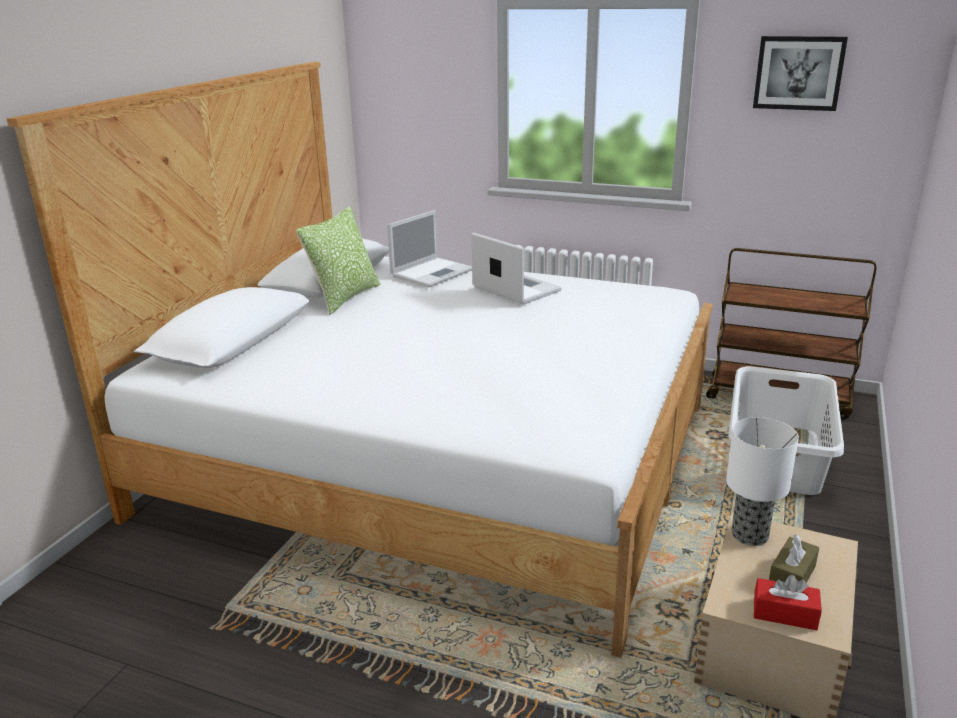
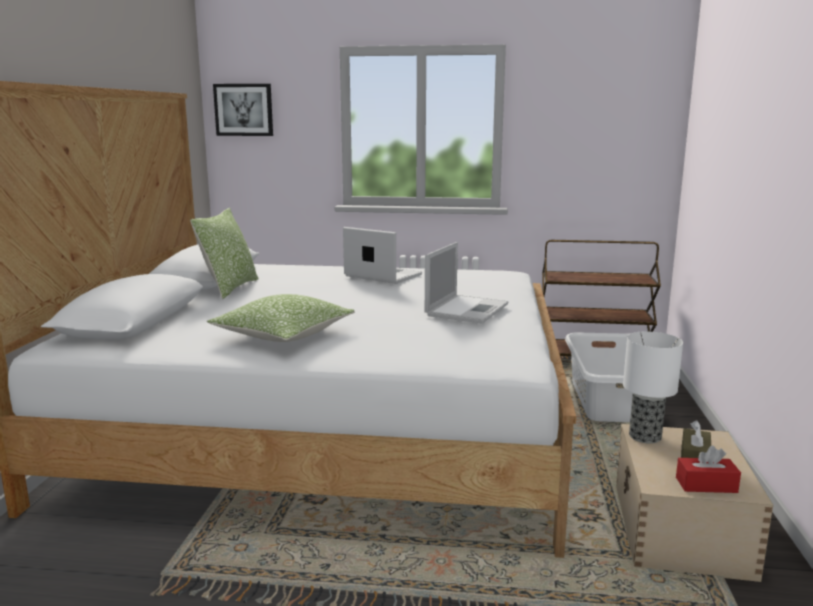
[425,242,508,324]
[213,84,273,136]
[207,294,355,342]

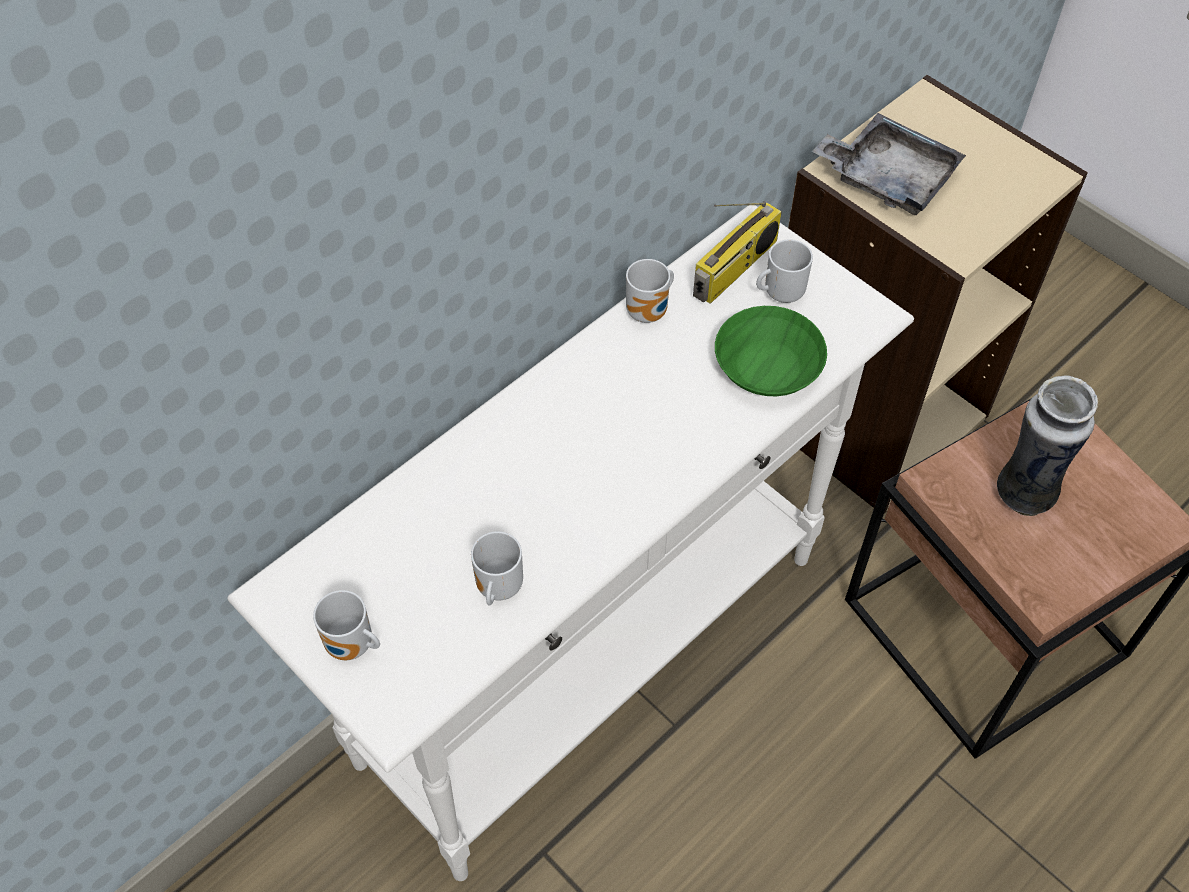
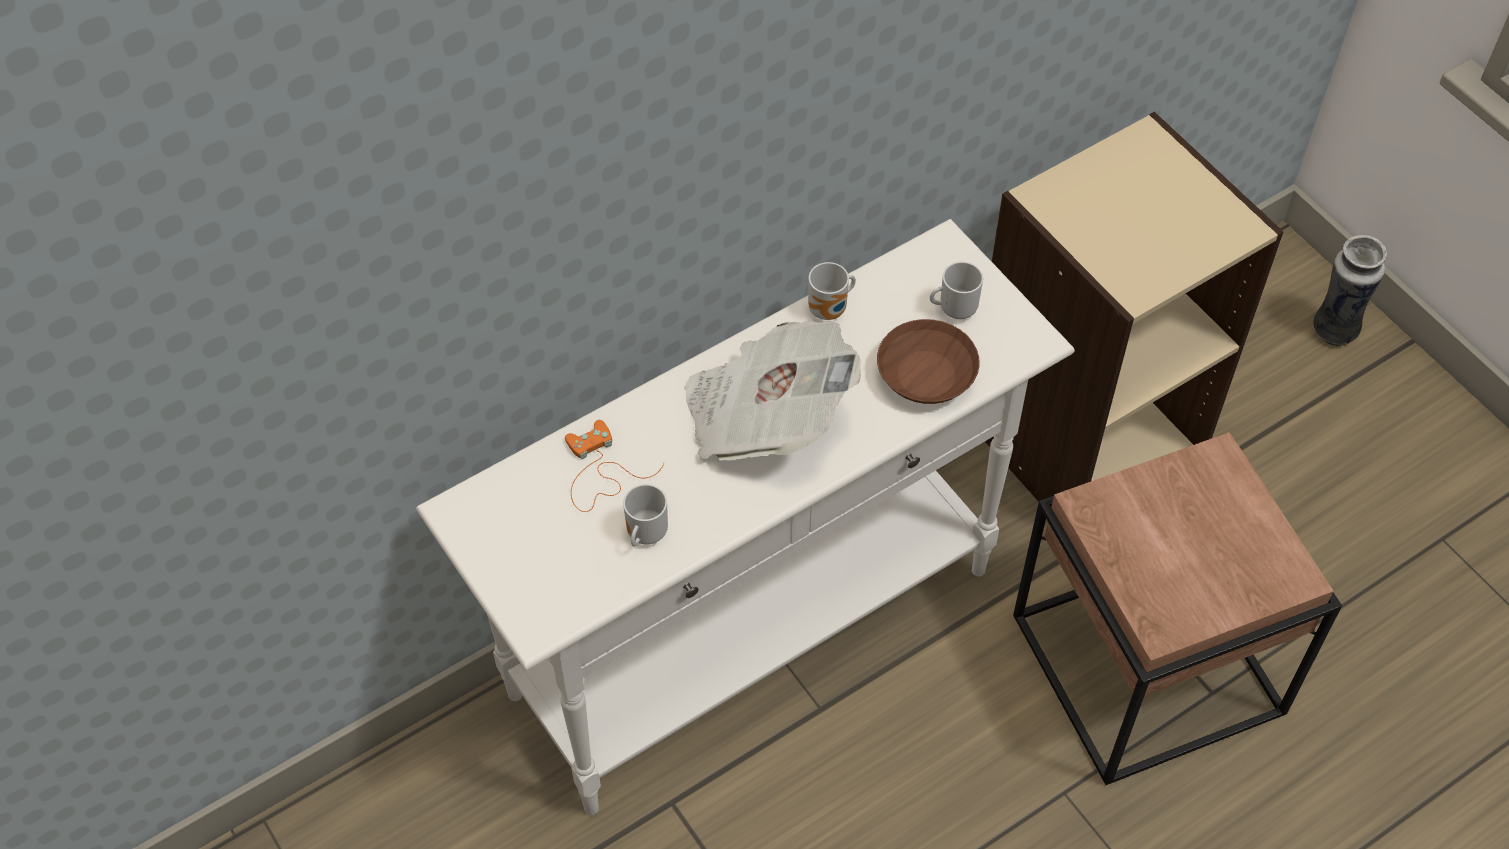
[313,590,380,660] (first image)
[693,201,782,304] (first image)
[877,319,980,404]
[812,113,966,215] (first image)
[1313,235,1387,346]
[565,420,664,512]
[684,321,861,461]

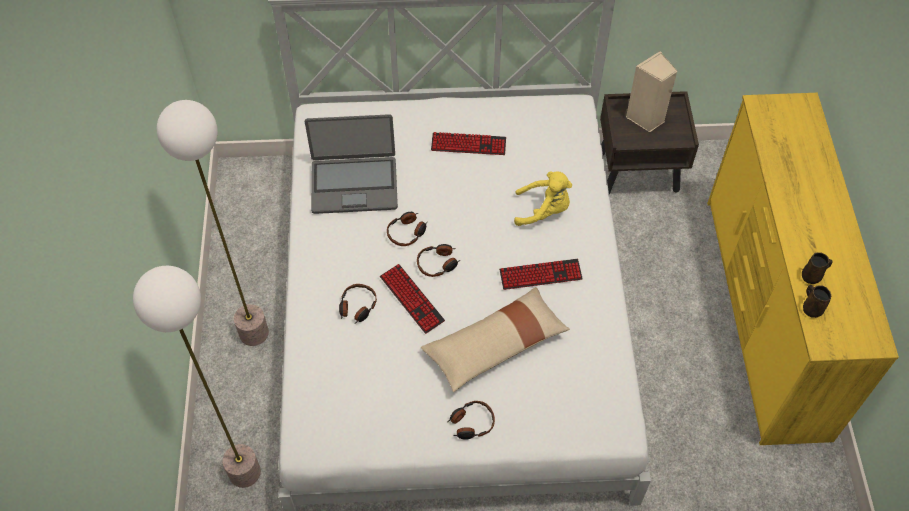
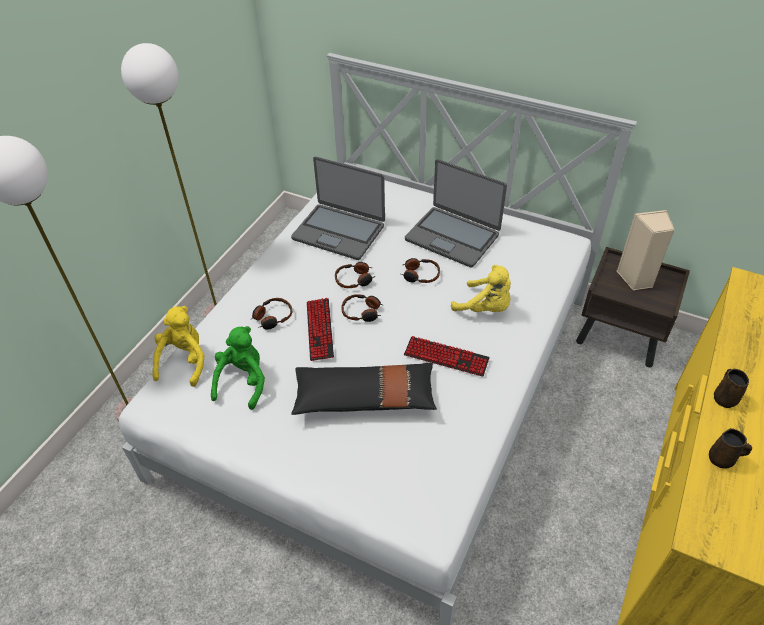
[291,363,437,415]
[405,159,507,268]
[401,258,440,283]
[714,369,749,408]
[153,306,205,387]
[211,326,265,410]

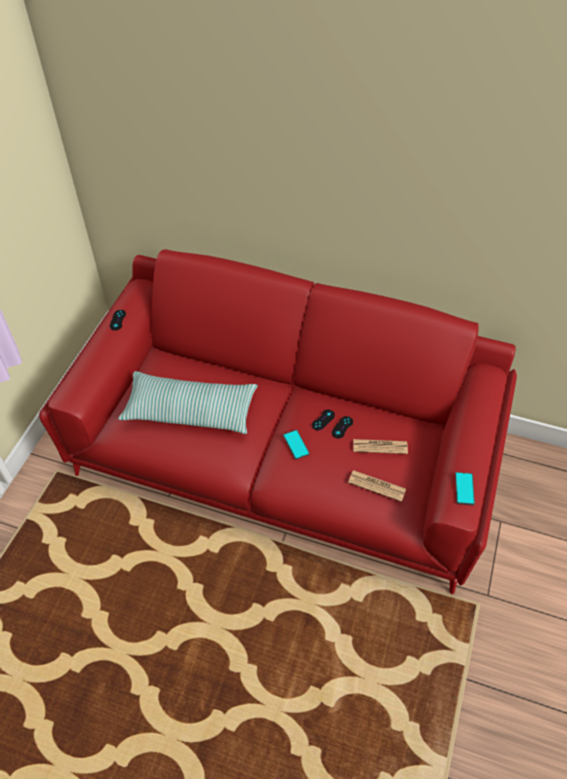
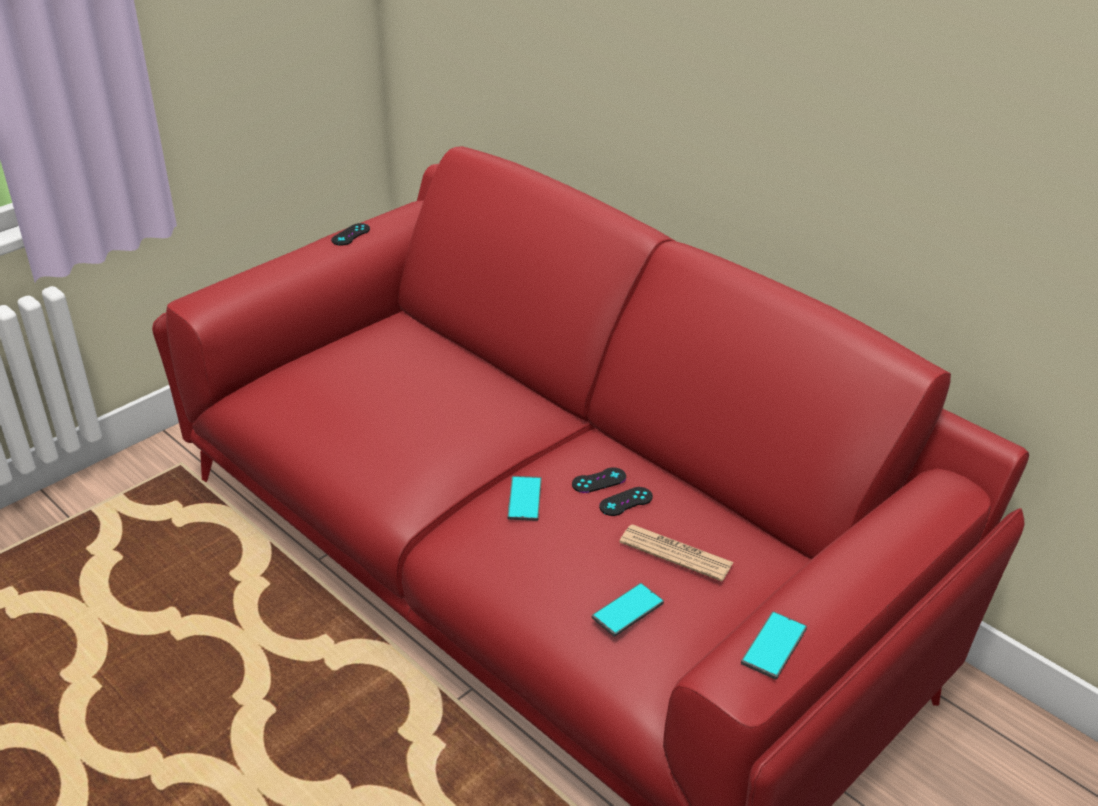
[118,371,258,434] (first image)
[592,583,664,637]

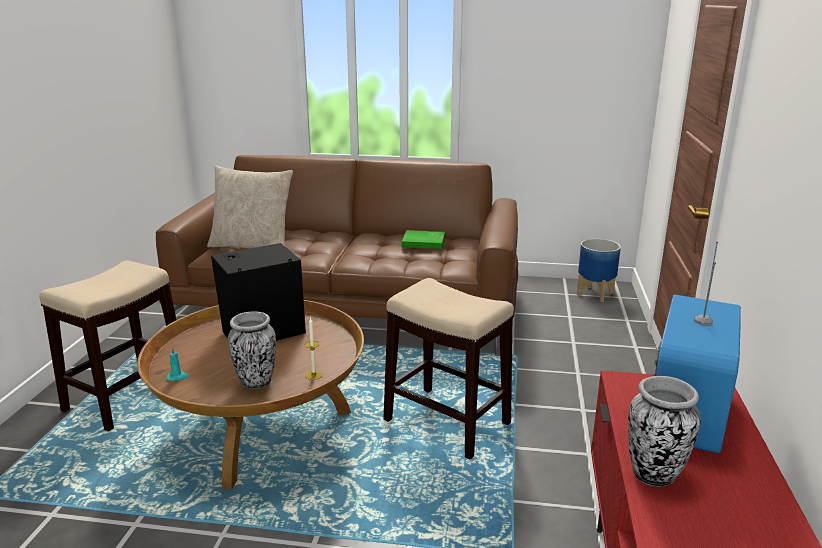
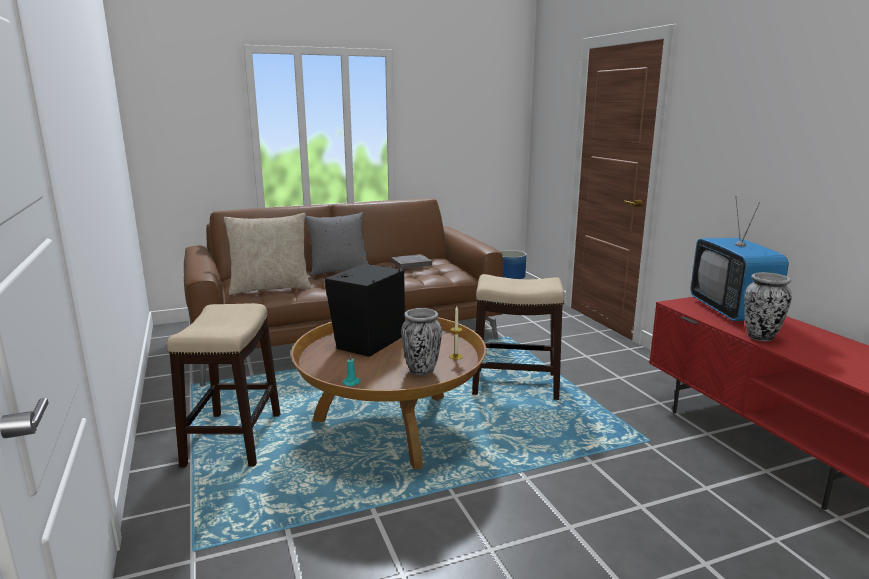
[391,254,432,269]
[305,212,368,276]

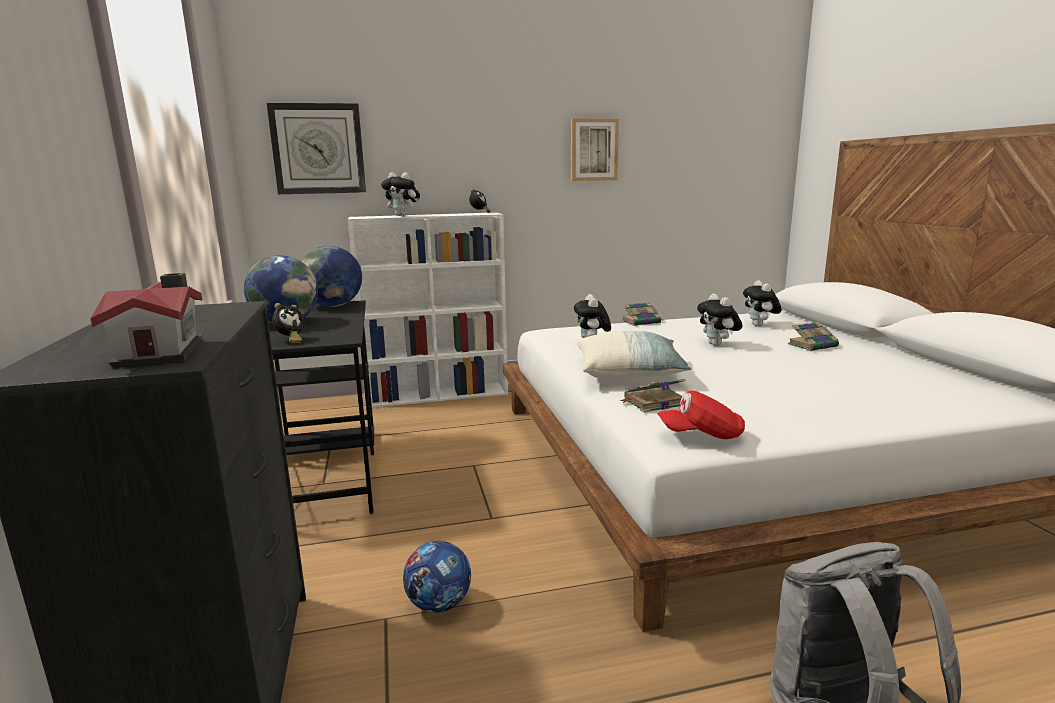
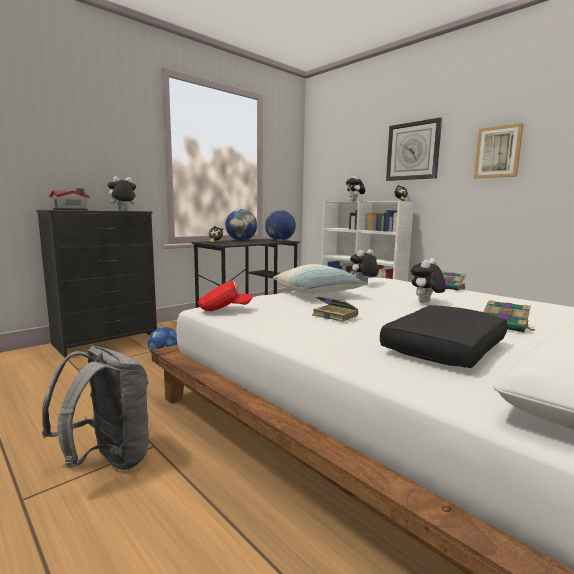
[386,117,442,181]
[312,295,358,322]
[198,281,253,311]
[105,176,137,211]
[380,305,508,368]

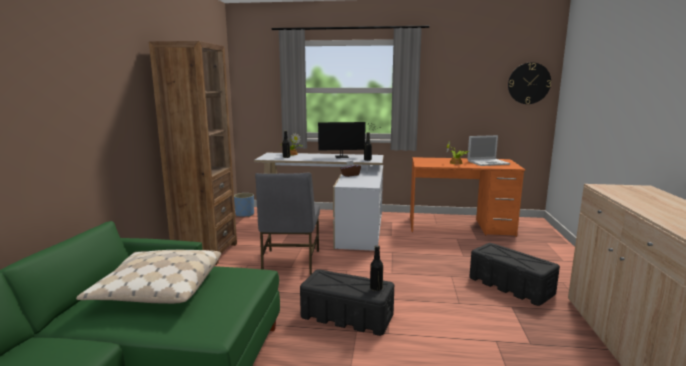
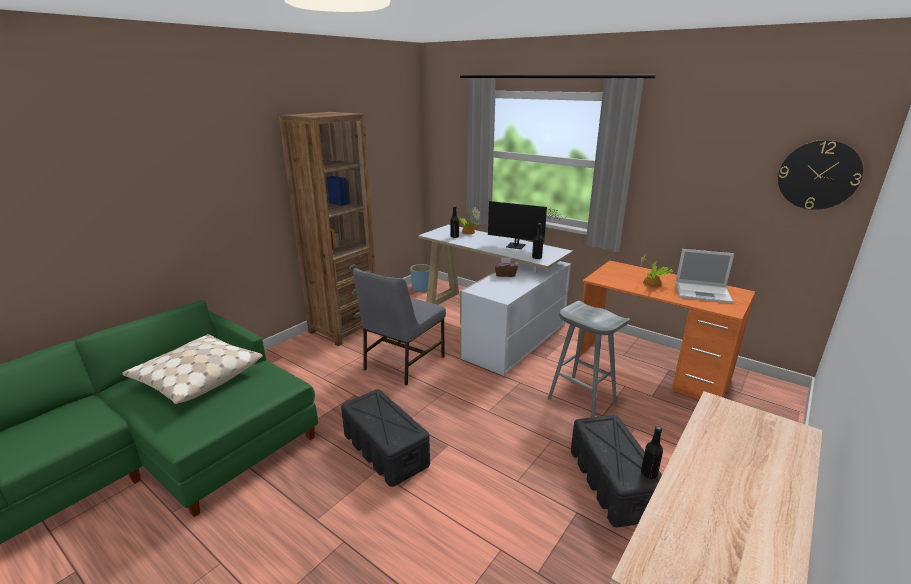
[641,426,663,479]
[548,301,630,418]

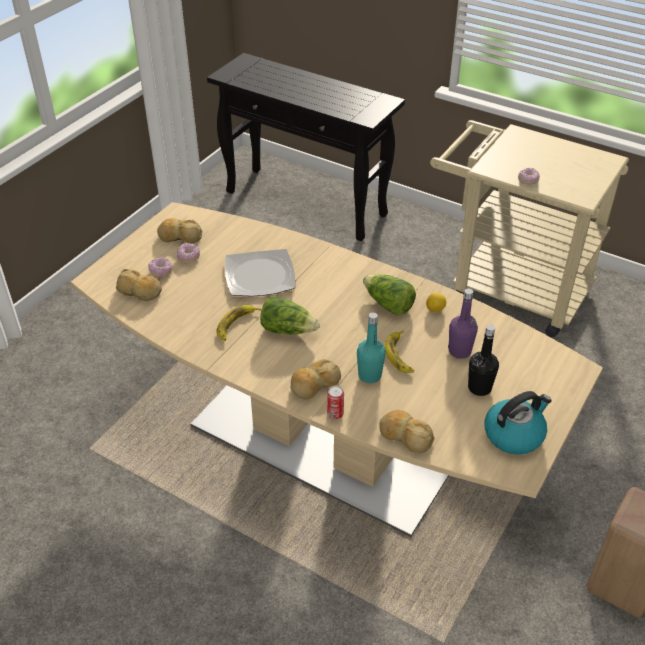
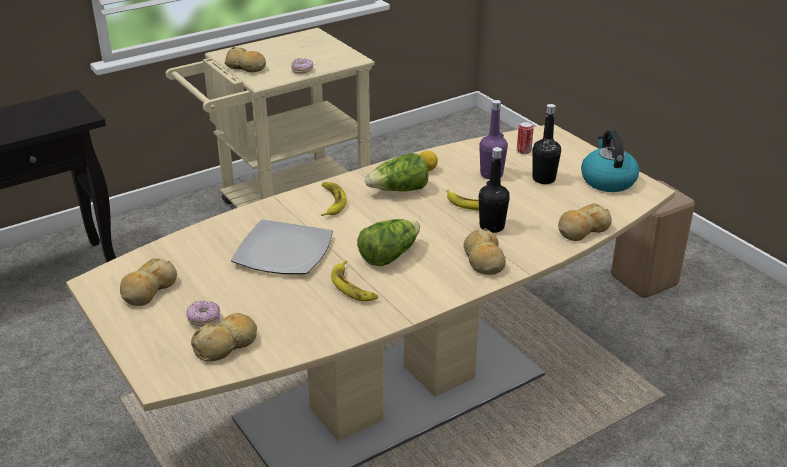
[177,243,200,263] (first image)
[517,121,534,154]
[479,147,510,233]
[224,47,266,72]
[321,182,347,216]

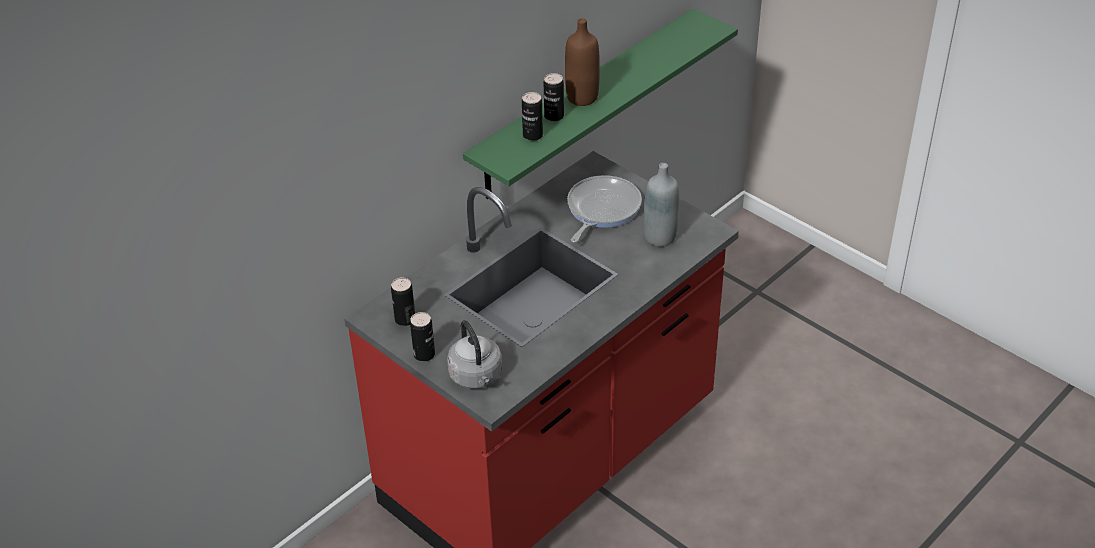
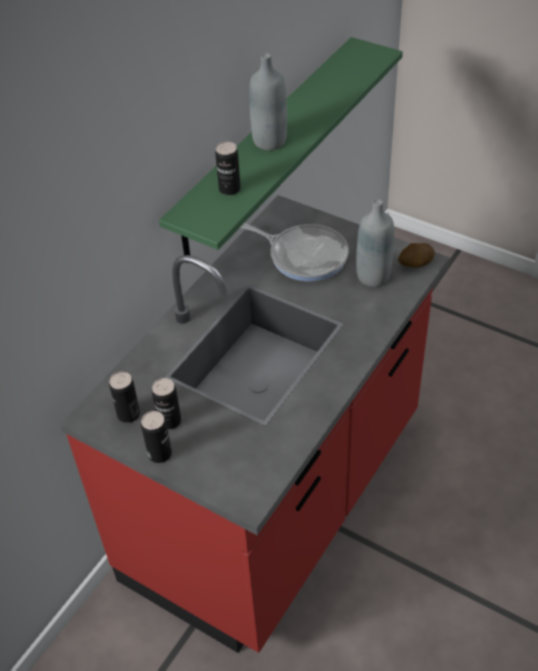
[447,320,502,389] (first image)
[152,378,181,429]
[249,53,287,150]
[241,223,349,281]
[398,243,435,268]

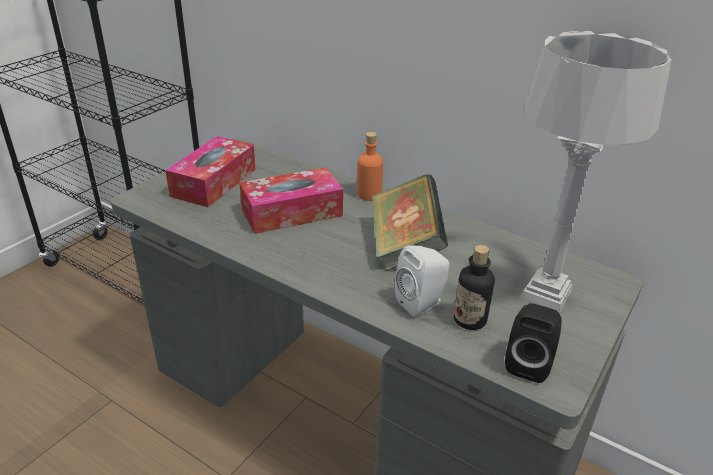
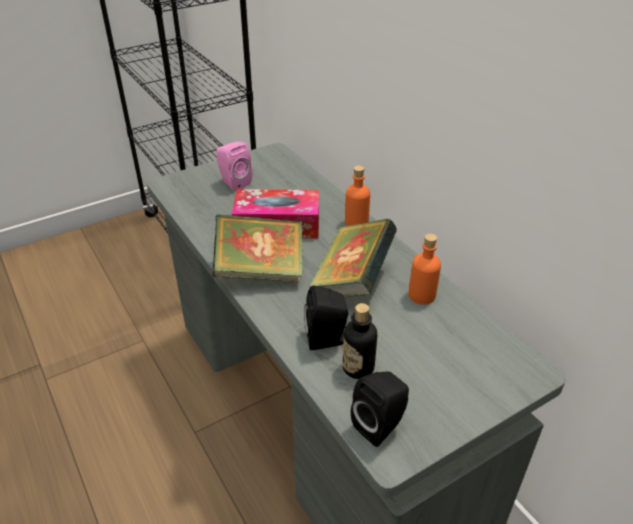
[217,142,253,191]
[304,285,349,350]
[521,31,672,312] (first image)
[212,214,303,282]
[408,234,441,305]

